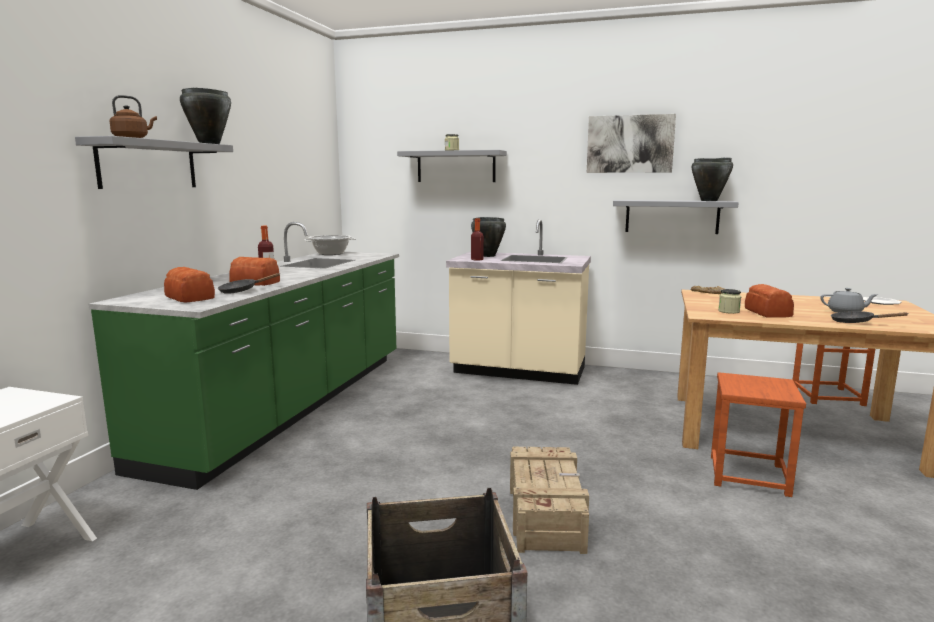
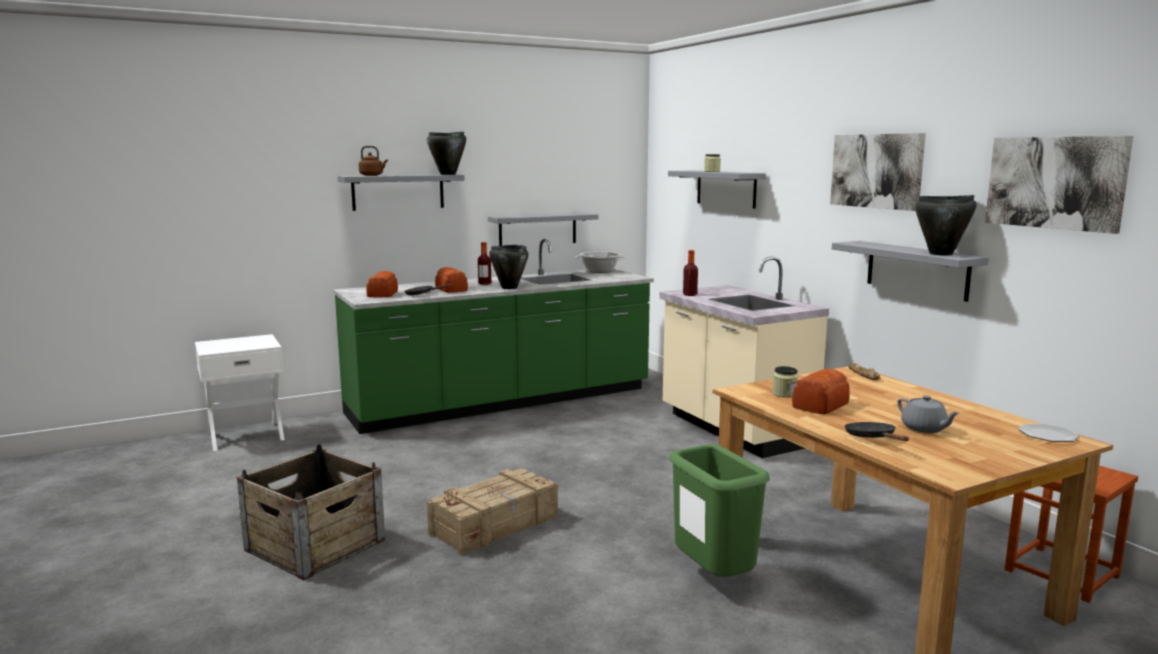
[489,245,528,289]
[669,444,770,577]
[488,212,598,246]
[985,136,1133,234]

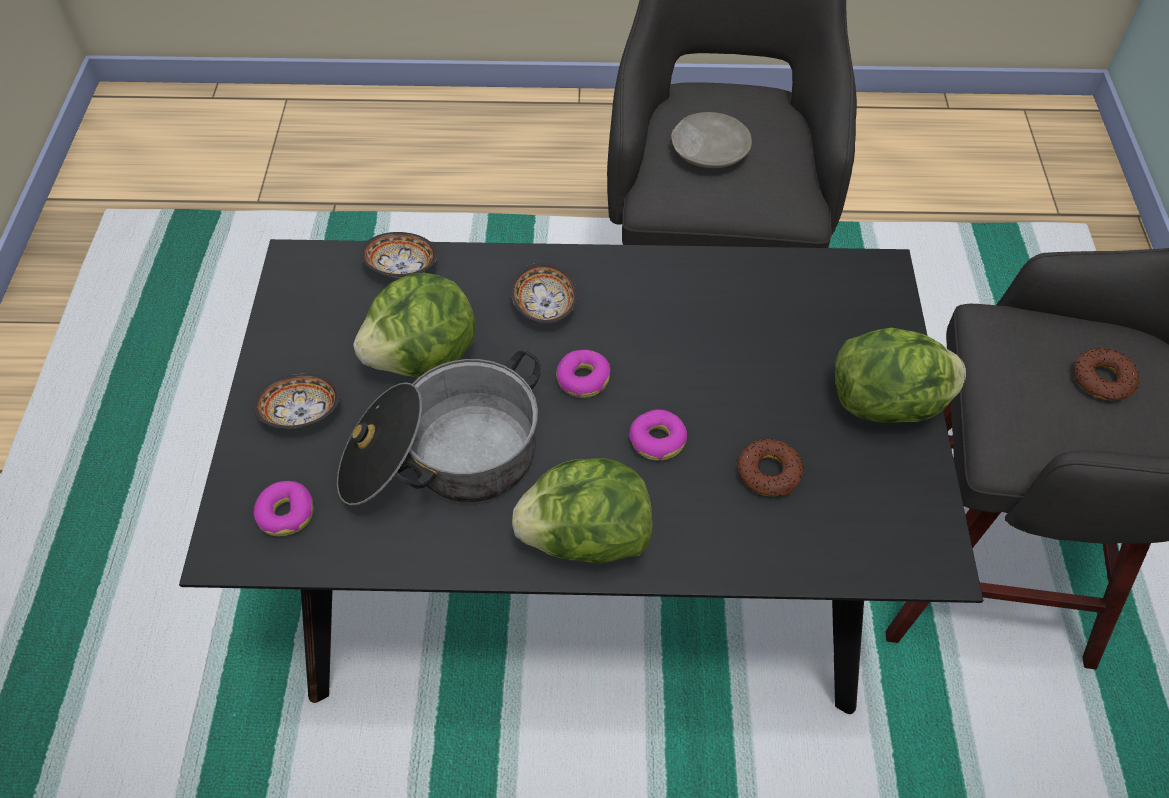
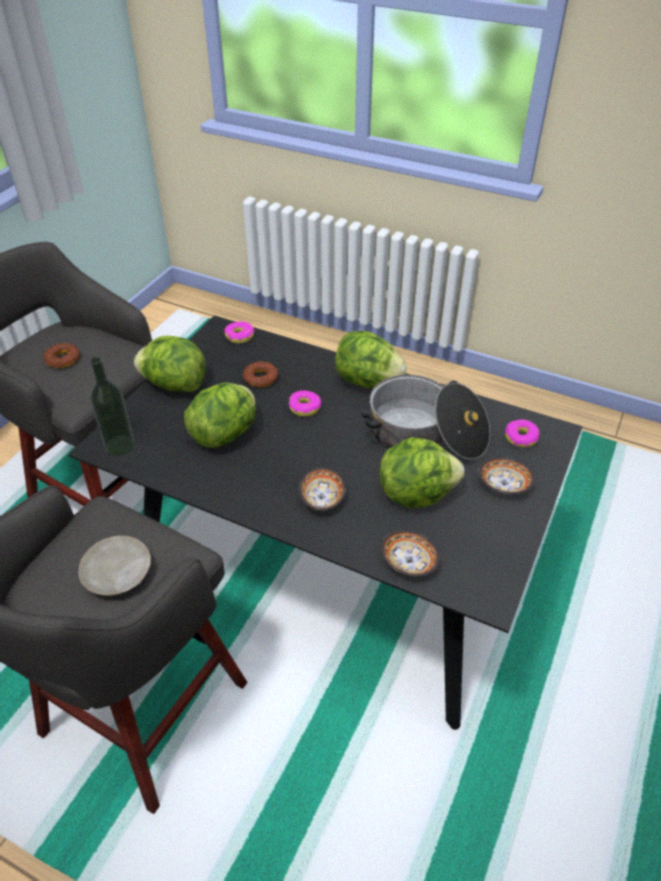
[224,322,255,344]
[90,357,135,456]
[184,383,256,448]

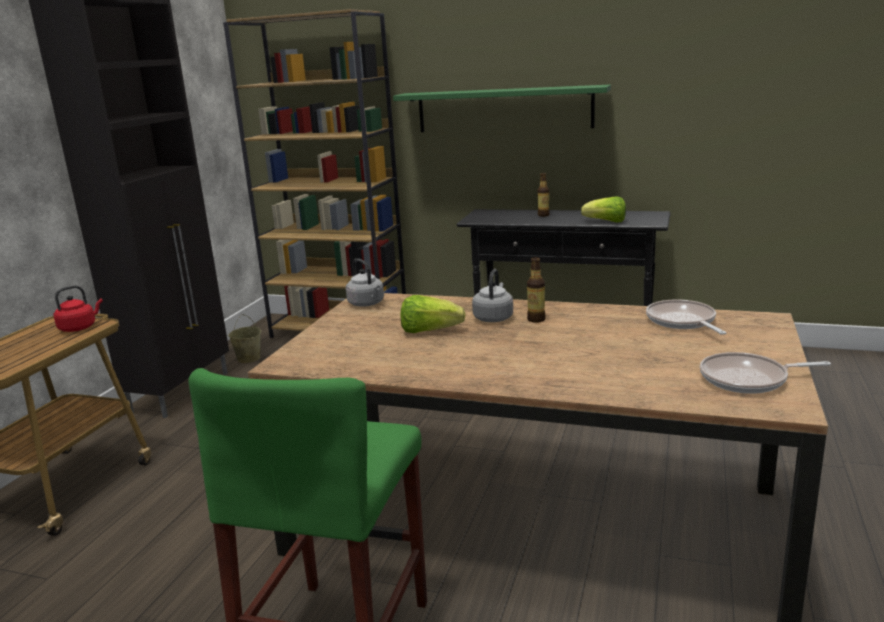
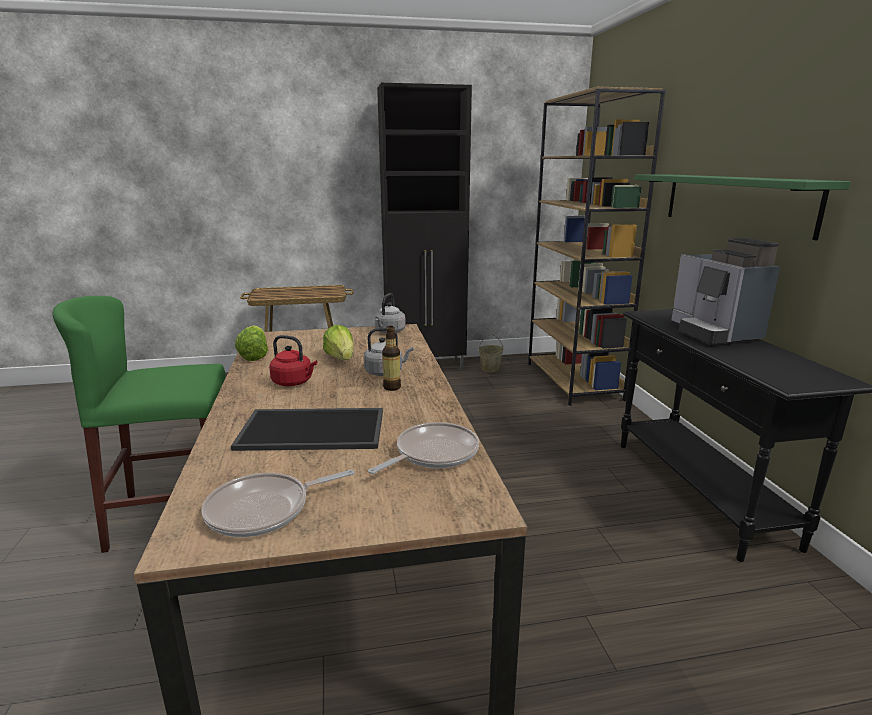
[269,335,317,386]
[671,238,780,345]
[235,325,268,361]
[202,470,355,537]
[231,408,383,451]

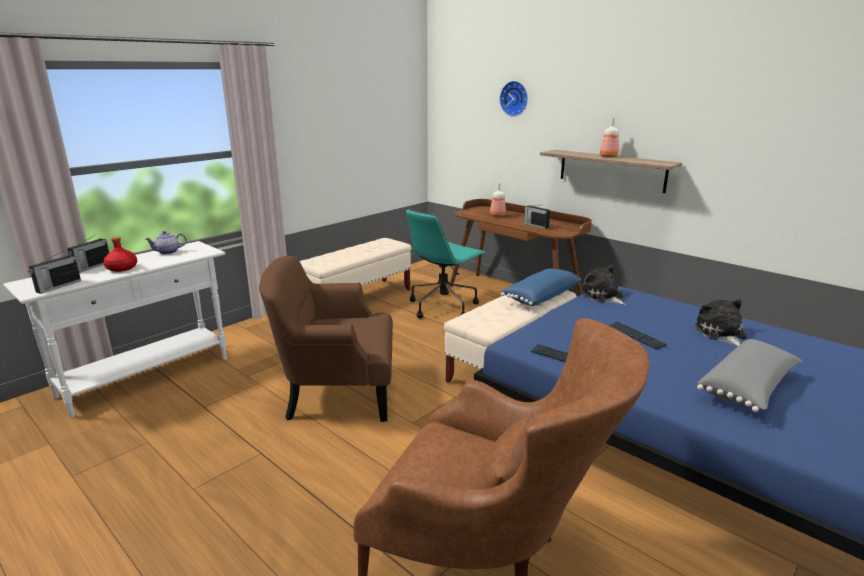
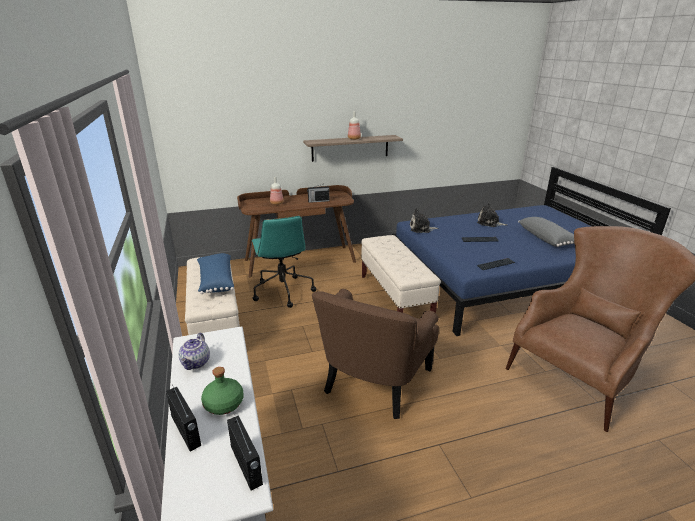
[201,367,244,415]
[500,81,528,117] (first image)
[197,253,234,294]

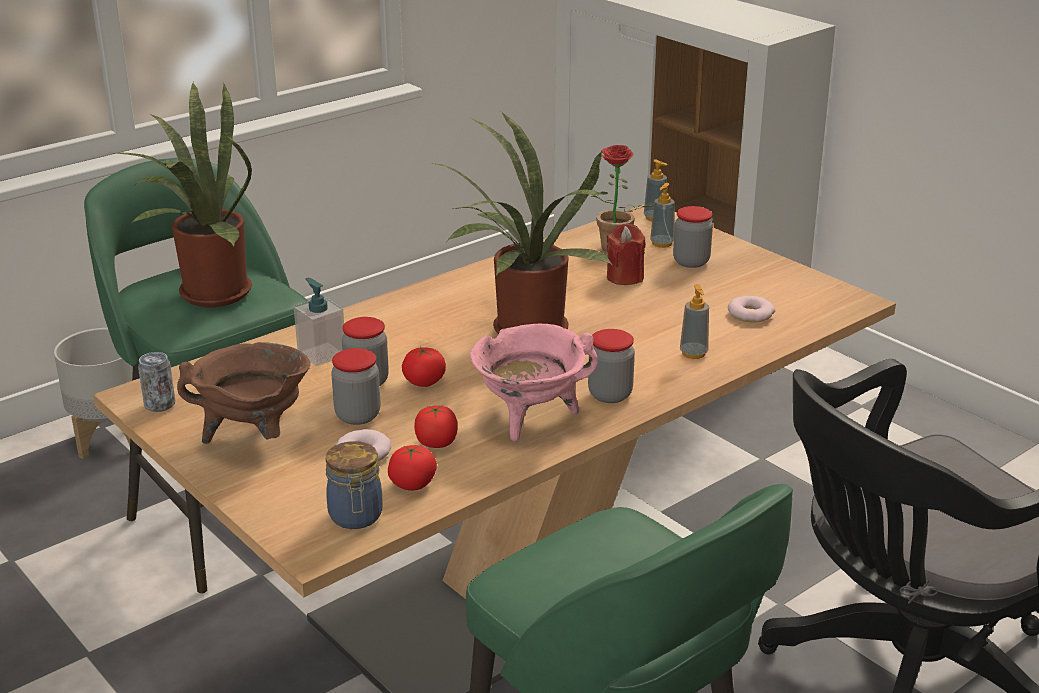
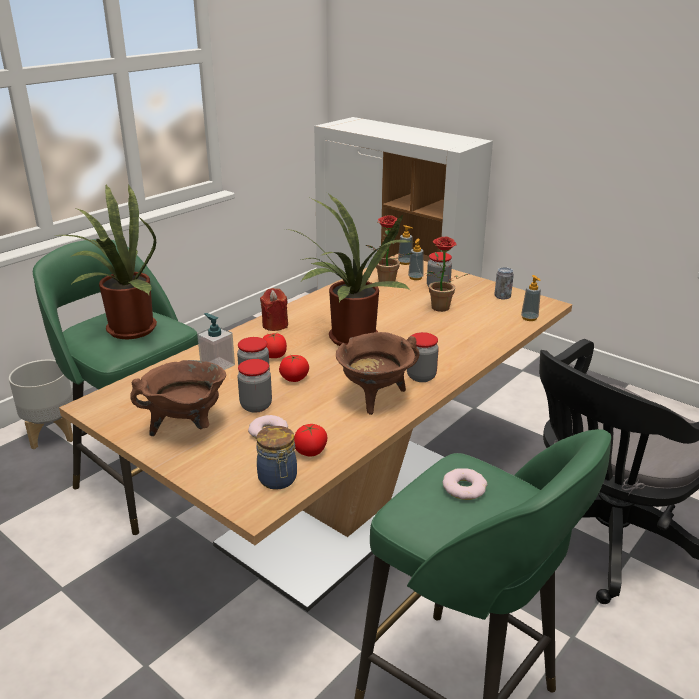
[494,267,514,300]
[263,333,287,358]
[336,332,419,415]
[260,288,288,331]
[521,275,541,321]
[442,468,487,500]
[425,236,468,312]

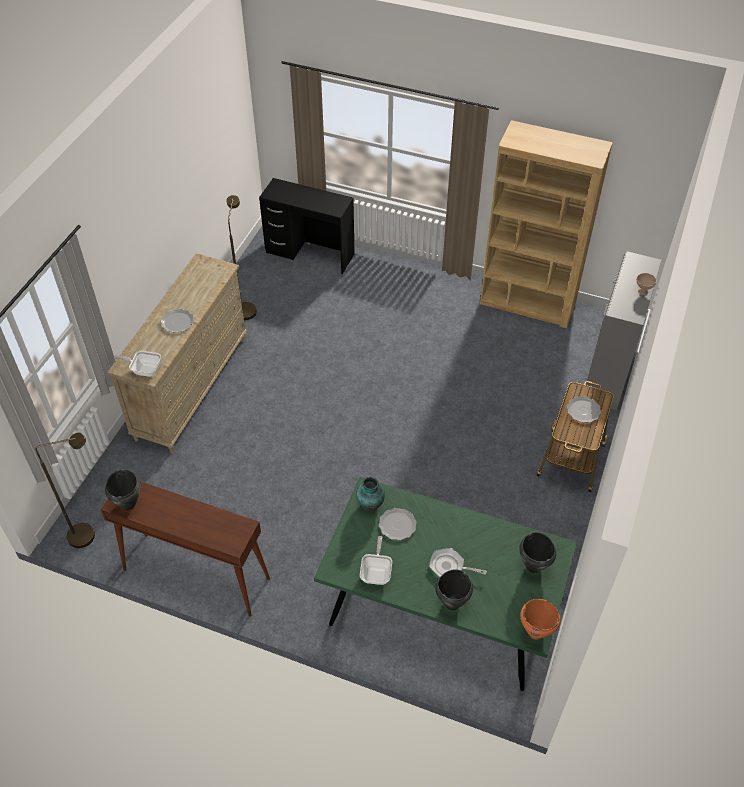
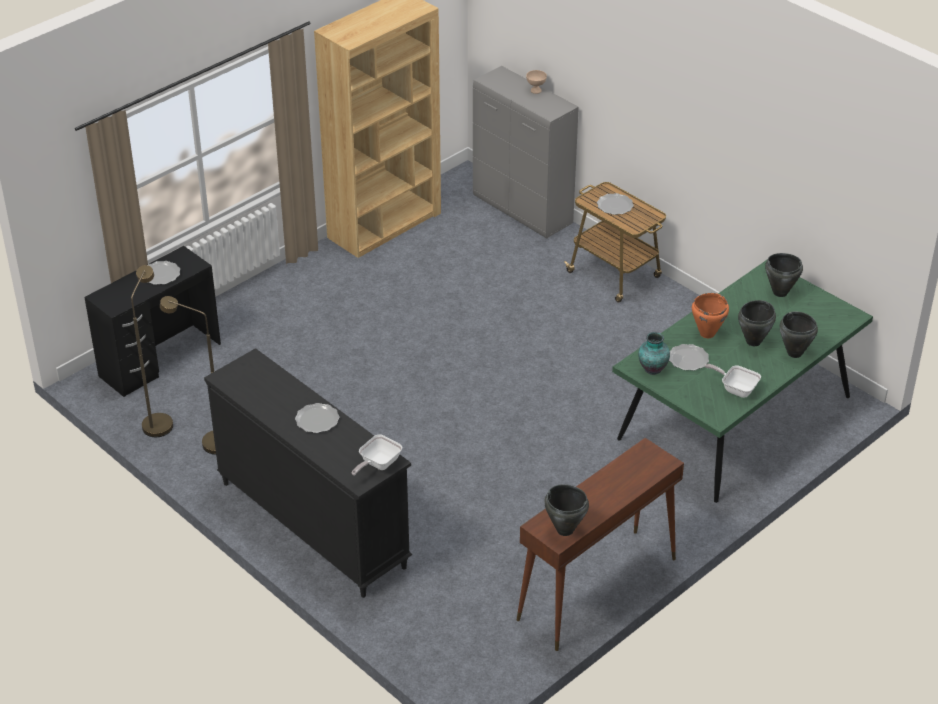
[131,265,173,437]
[204,348,412,598]
[738,300,776,346]
[692,293,729,338]
[147,261,180,285]

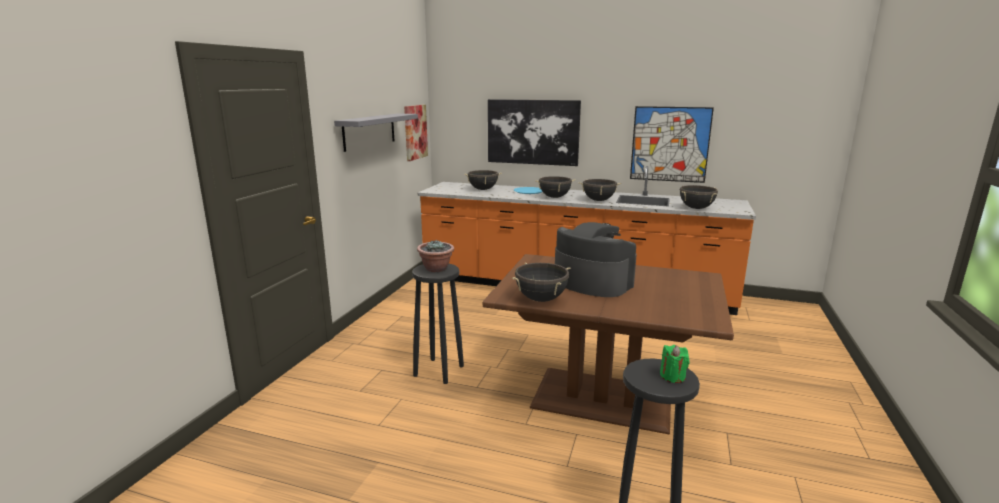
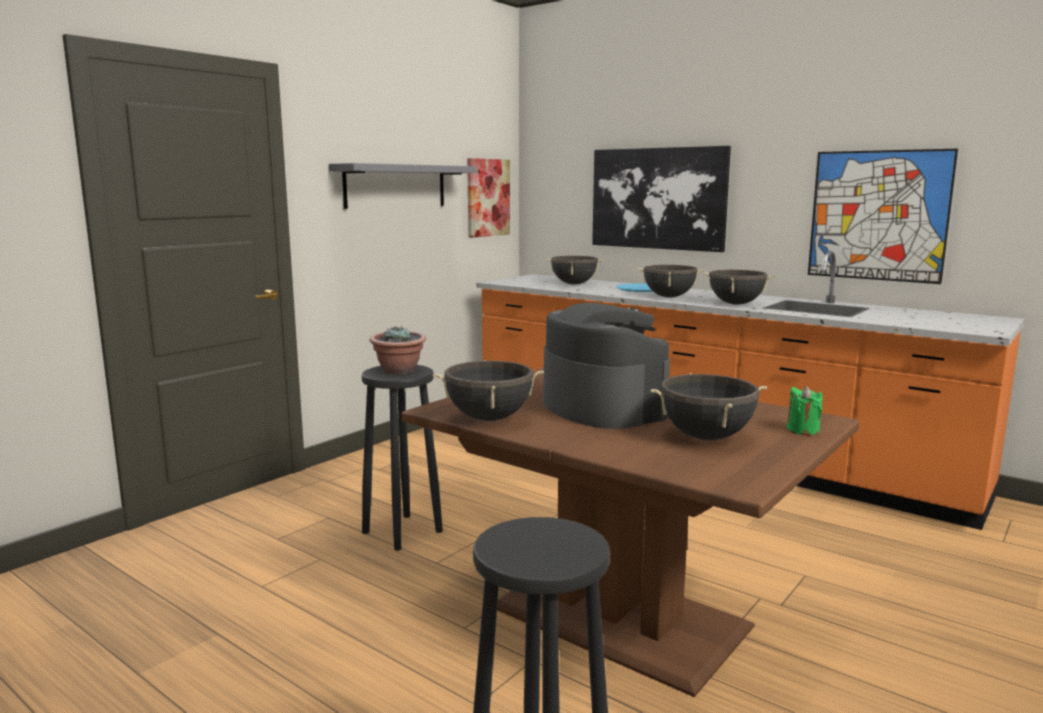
[786,386,823,435]
[650,373,767,440]

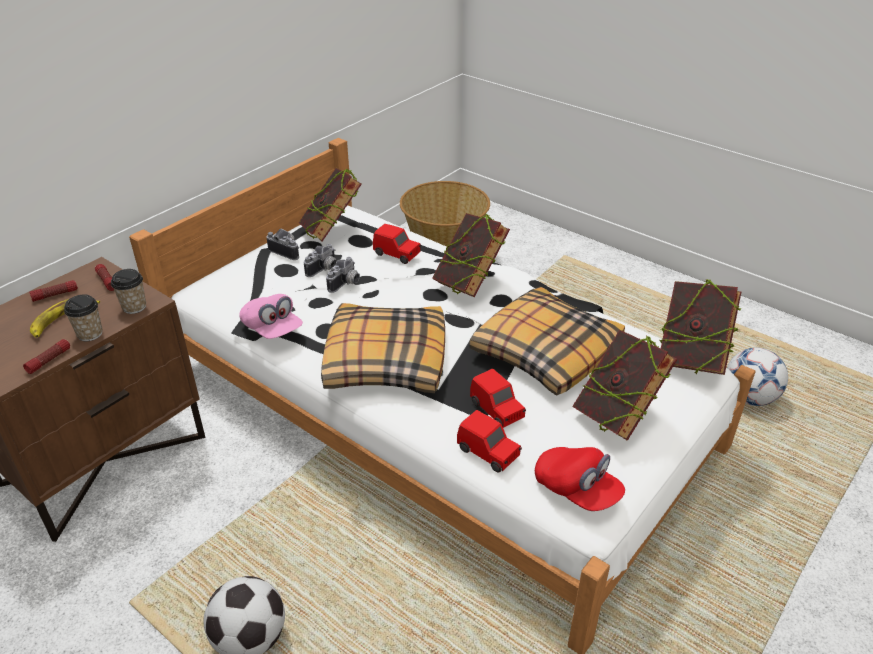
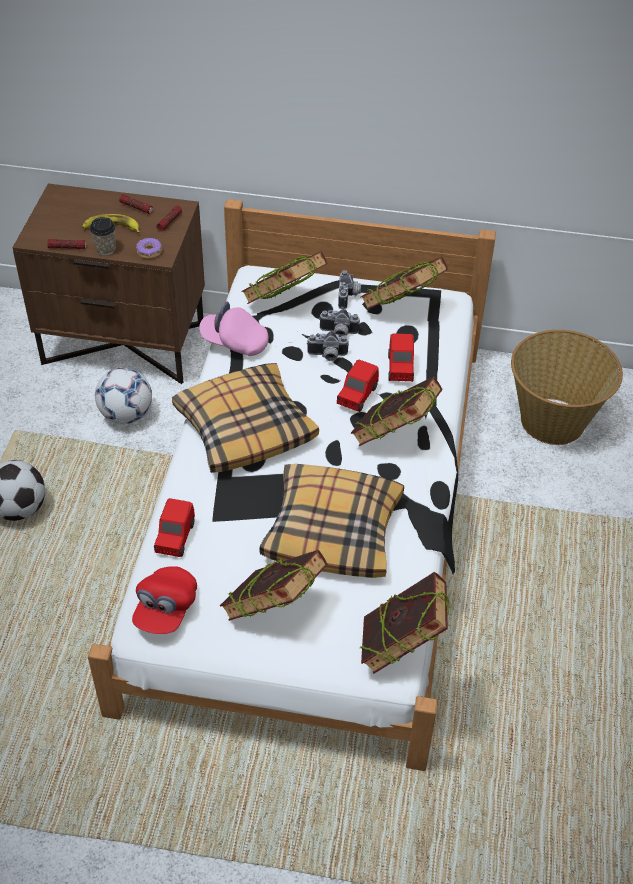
[136,238,162,259]
[199,302,269,356]
[337,360,379,412]
[95,368,152,424]
[241,251,328,304]

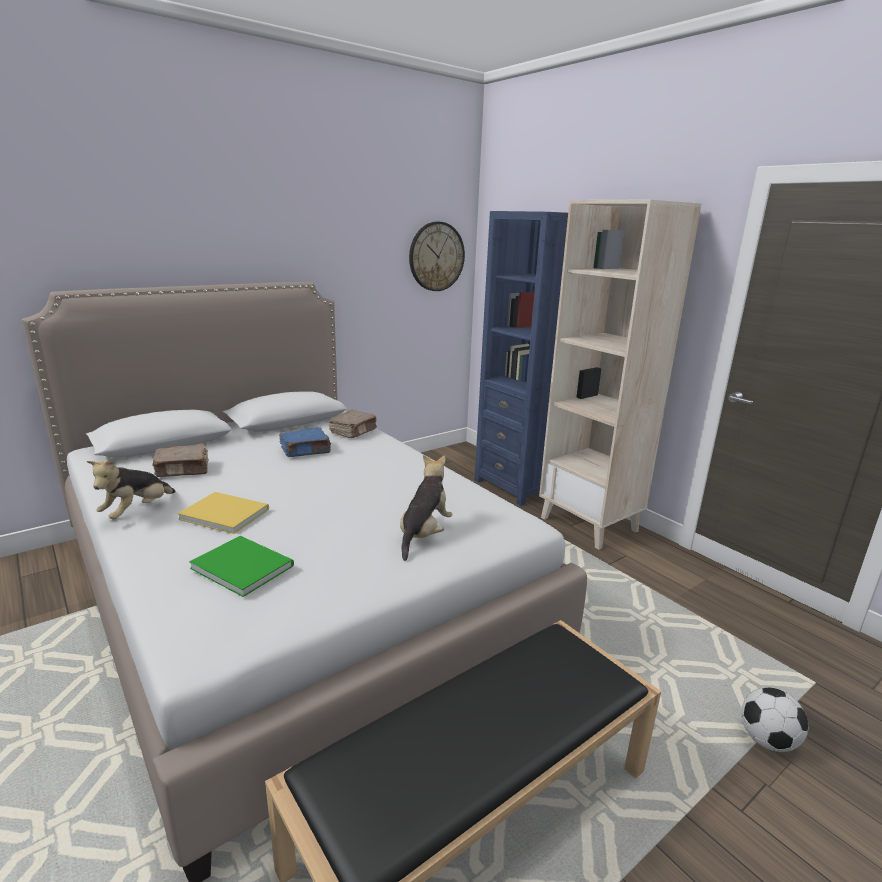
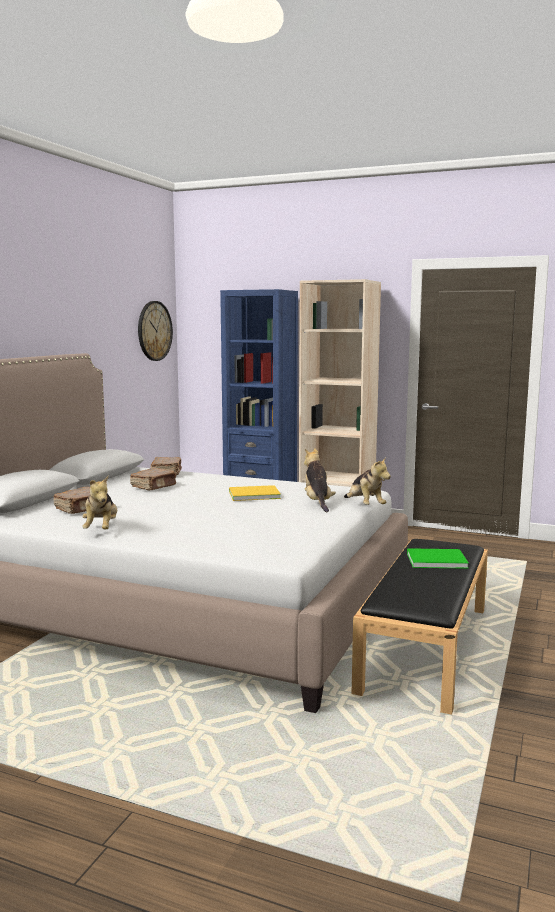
[229,485,281,501]
[407,548,469,569]
[130,468,176,490]
[741,687,808,752] (first image)
[344,456,391,505]

